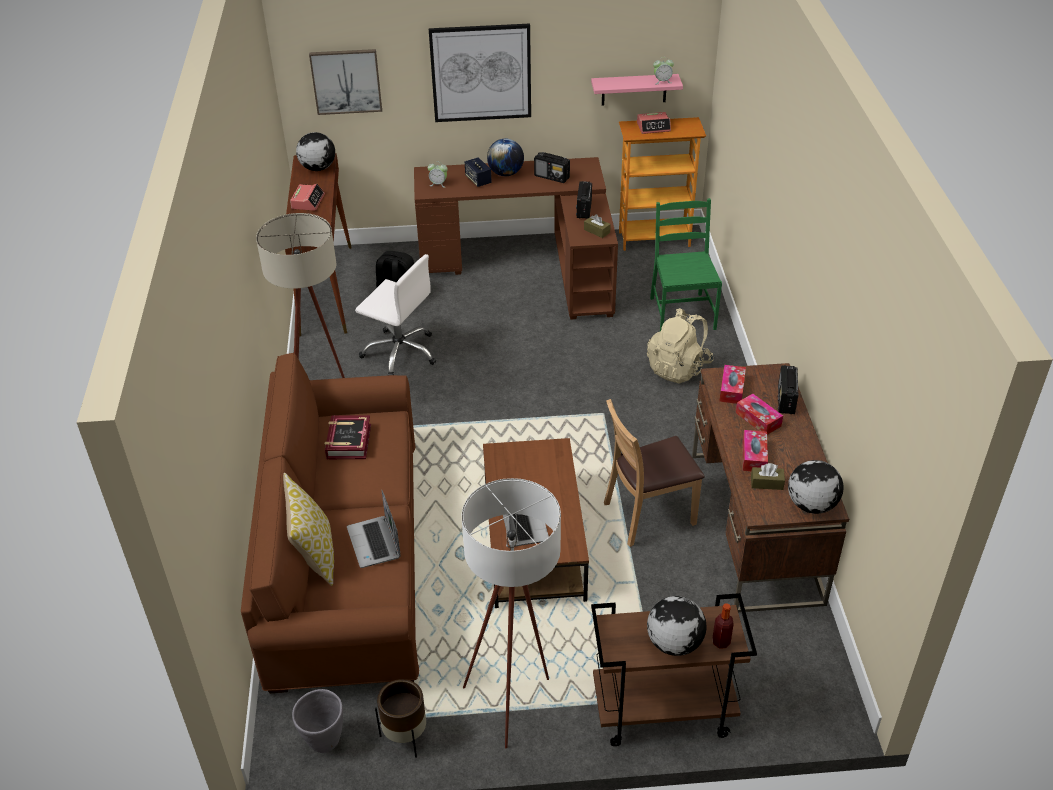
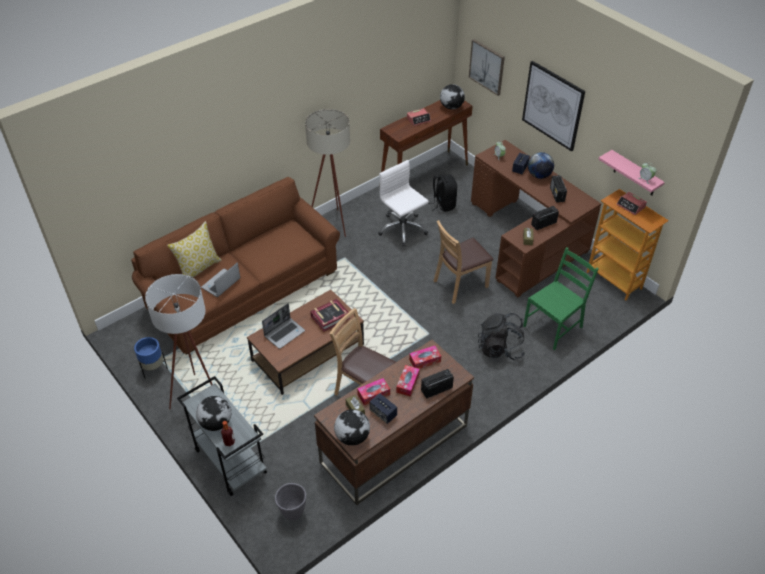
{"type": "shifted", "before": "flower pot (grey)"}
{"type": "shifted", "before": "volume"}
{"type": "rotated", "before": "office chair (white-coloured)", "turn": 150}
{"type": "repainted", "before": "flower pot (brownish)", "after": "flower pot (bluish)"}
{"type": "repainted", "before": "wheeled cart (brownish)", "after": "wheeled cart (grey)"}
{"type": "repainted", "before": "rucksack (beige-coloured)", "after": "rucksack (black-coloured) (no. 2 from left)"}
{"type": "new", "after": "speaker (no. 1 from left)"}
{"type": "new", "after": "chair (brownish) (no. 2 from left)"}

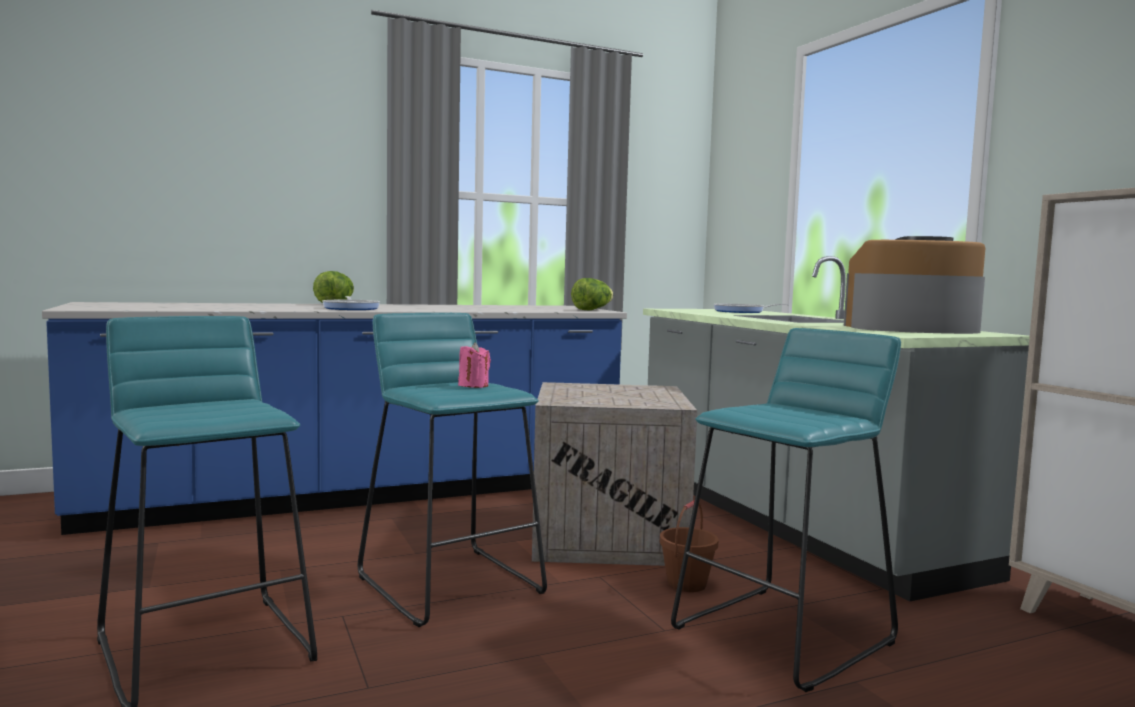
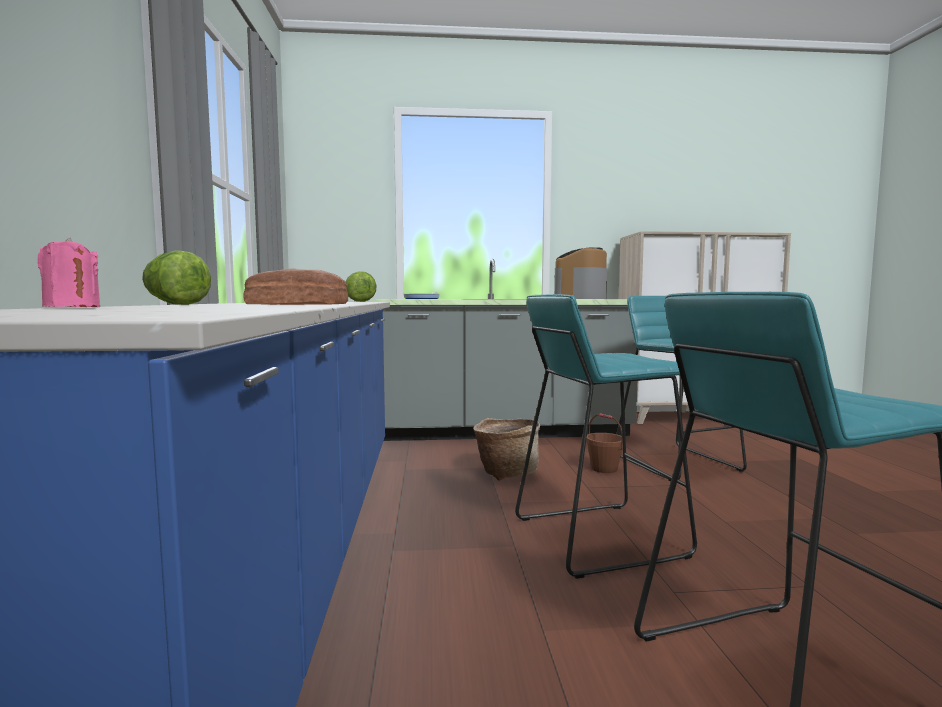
{"type": "swapped", "before": "pan (no. 1 from left)", "after": "bread"}
{"type": "shifted", "before": "wax light (pinkish)"}
{"type": "swapped", "before": "crate", "after": "household basket"}

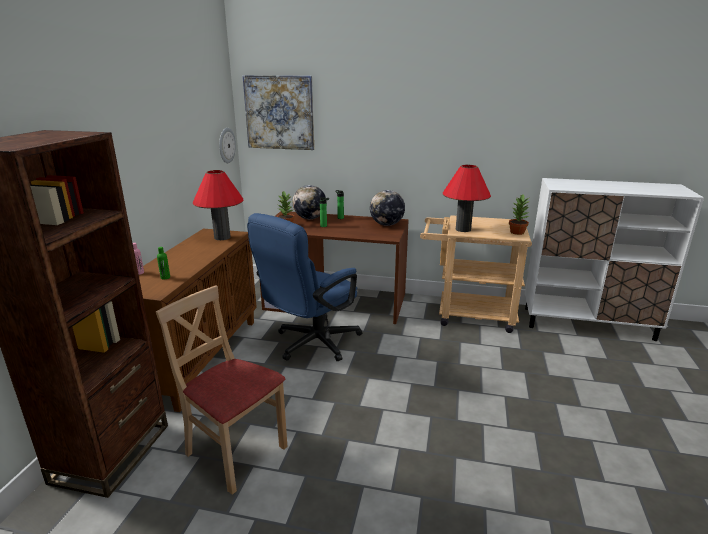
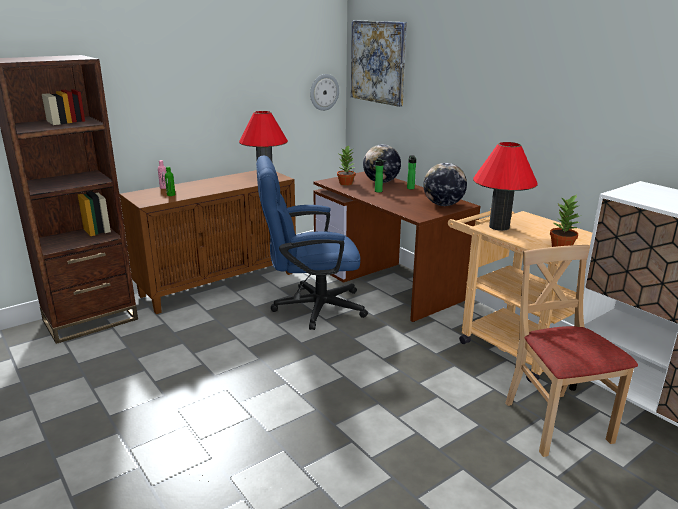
{"type": "shifted", "before": "chair (beige-coloured)"}

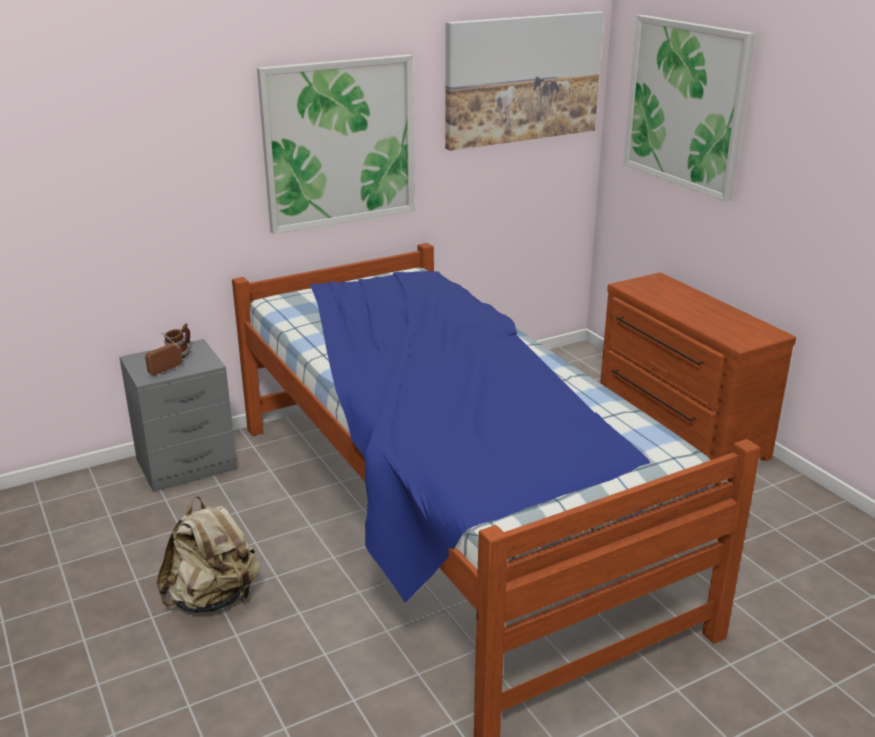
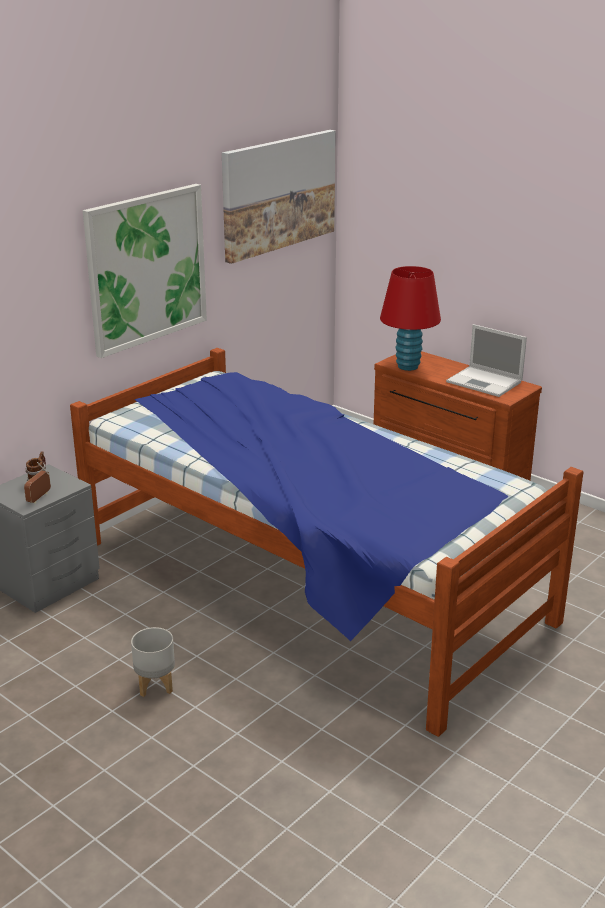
{"type": "swapped", "before": "rucksack (beige-coloured)", "after": "flower pot (grey)"}
{"type": "gone", "before": "wall art (no. 3 from left)"}
{"type": "new", "after": "tabletop lamp (red)"}
{"type": "new", "after": "notebook computer"}

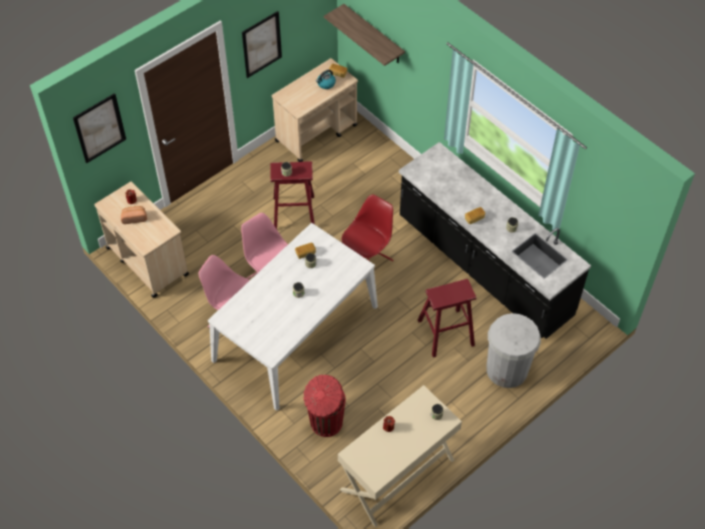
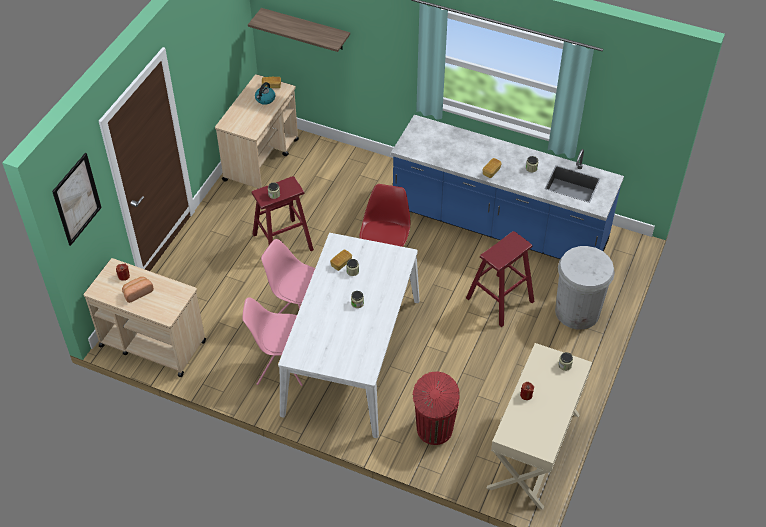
{"type": "gone", "before": "wall art (no. 2 from left)"}
{"type": "repainted", "before": "counter (black-coloured)", "after": "counter (bluish)"}

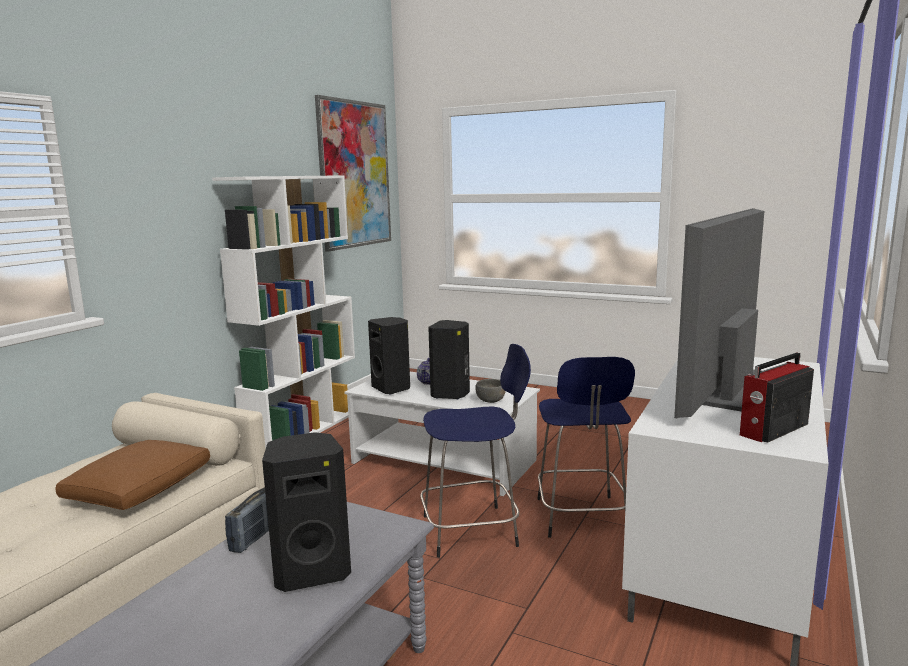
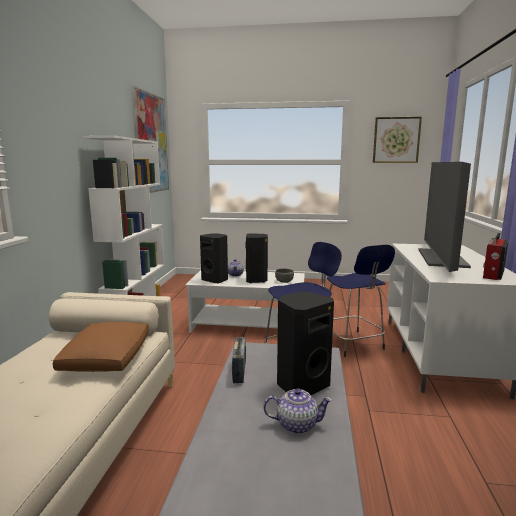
{"type": "new", "after": "tea pot (no. 2 from left)"}
{"type": "new", "after": "wall art (no. 2 from left)"}

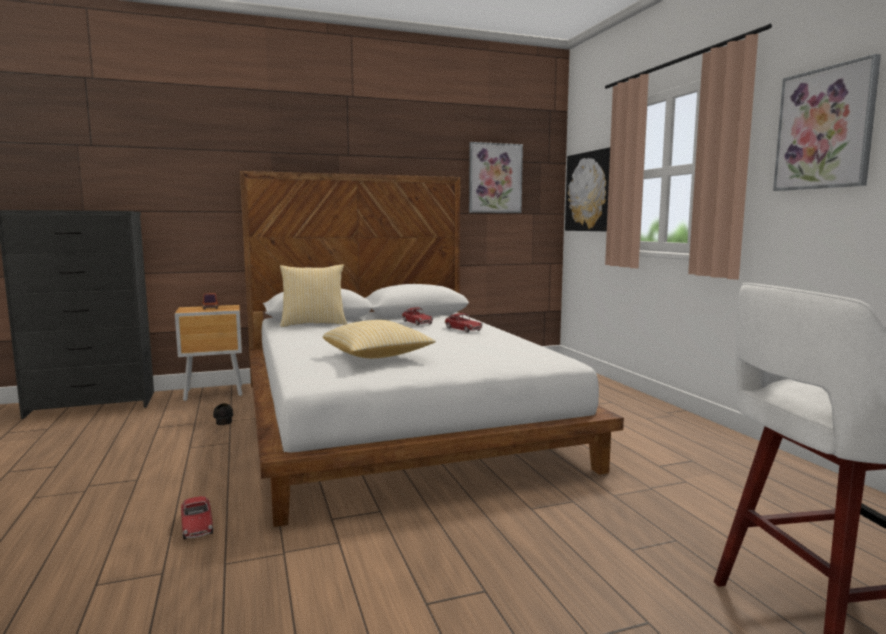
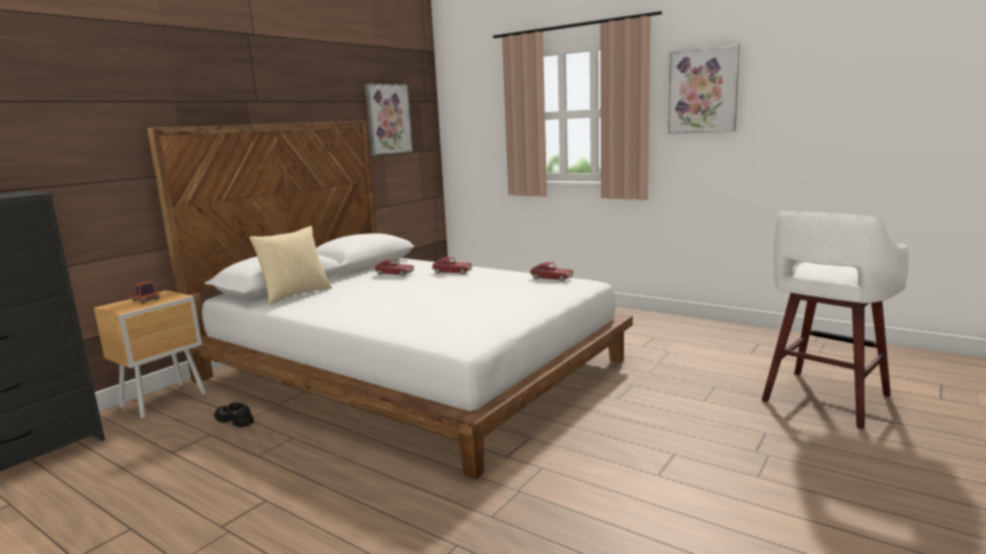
{"type": "shifted", "before": "miniature car (no. 1 from left in the first image)", "after": "miniature car (no. 3 from left)"}
{"type": "gone", "before": "pillow (no. 2 from left)"}
{"type": "gone", "before": "wall art (no. 2 from left)"}

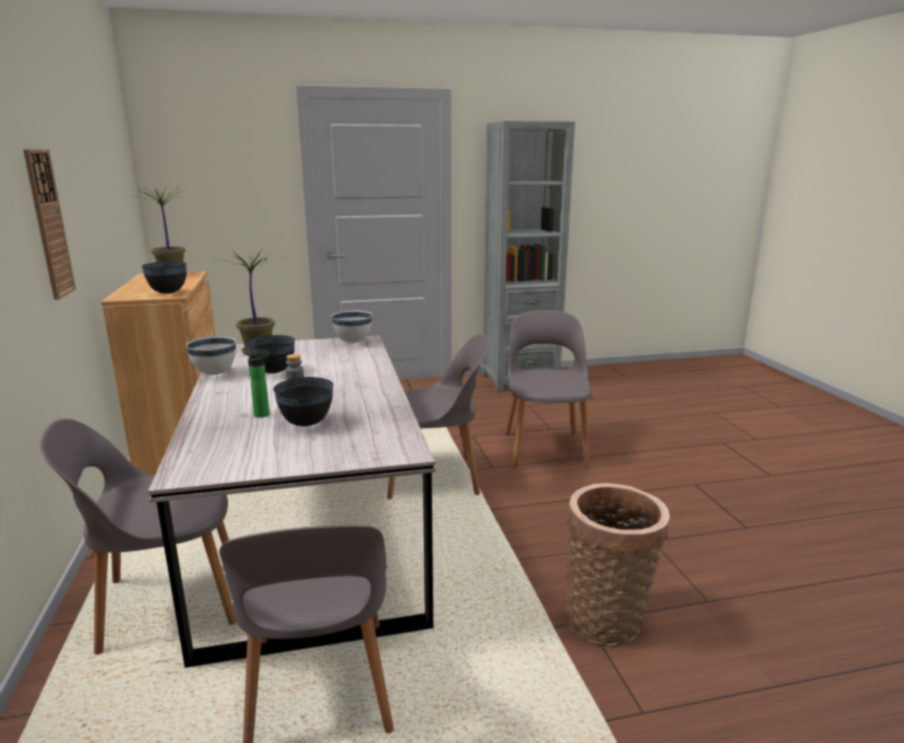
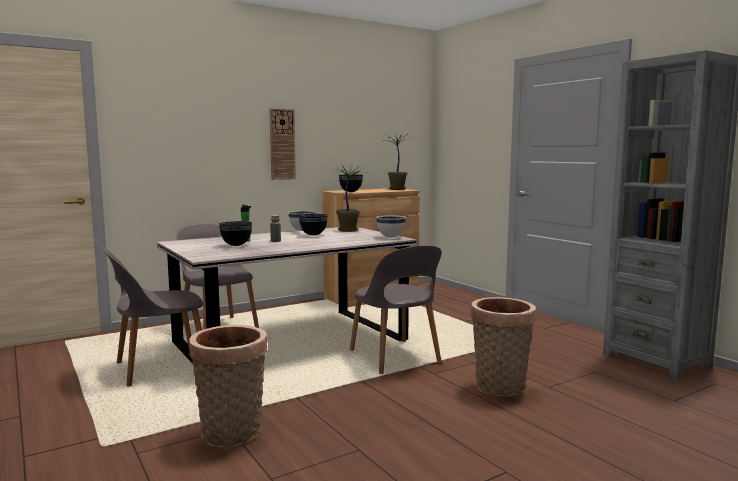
{"type": "swapped", "before": "chair (grey) (no. 4 from left)", "after": "household basket (no. 2 from left)"}

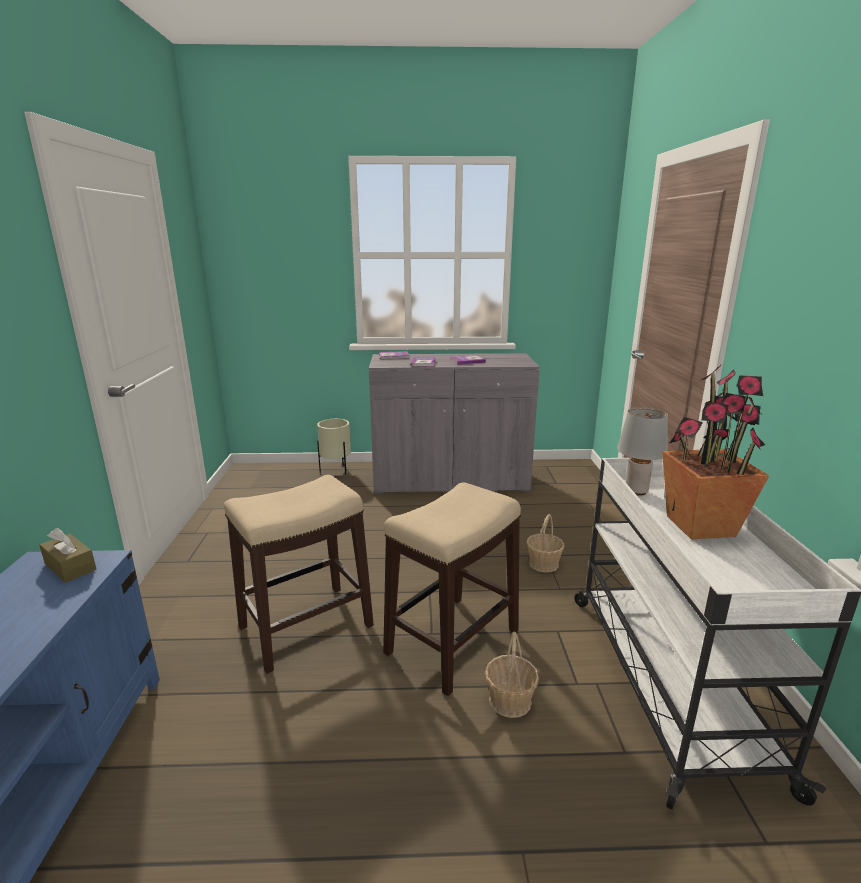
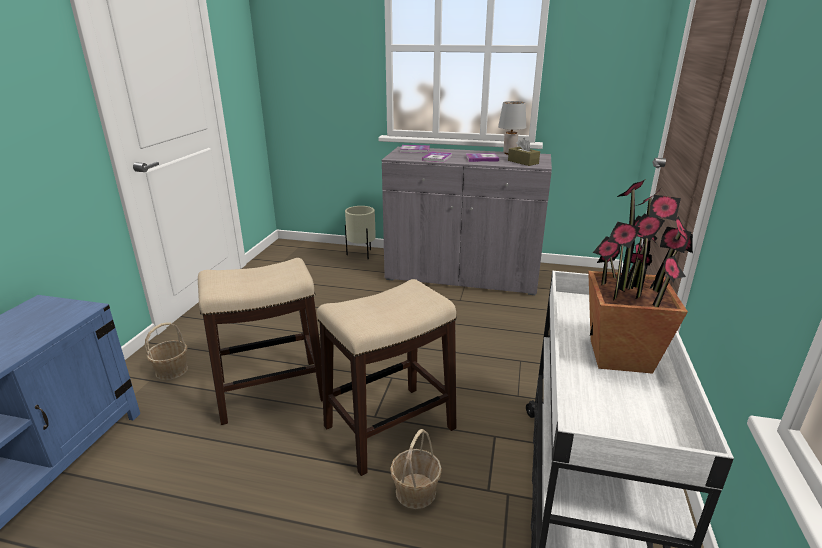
{"type": "shifted", "before": "box of tissues (brownish)"}
{"type": "shifted", "before": "household basket (no. 2 from left in the first image)", "after": "household basket (no. 1 from left)"}
{"type": "shifted", "before": "tabletop lamp (grey)"}

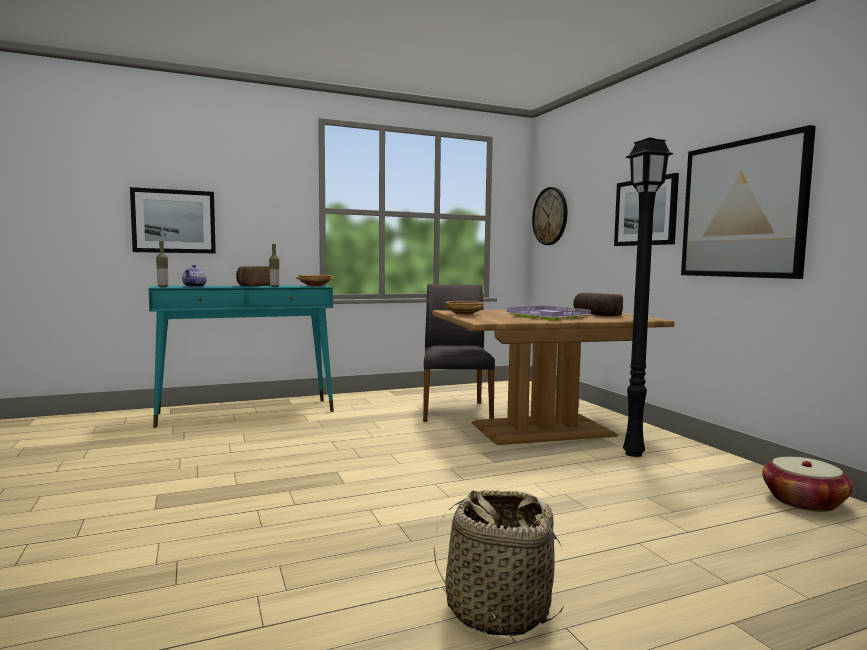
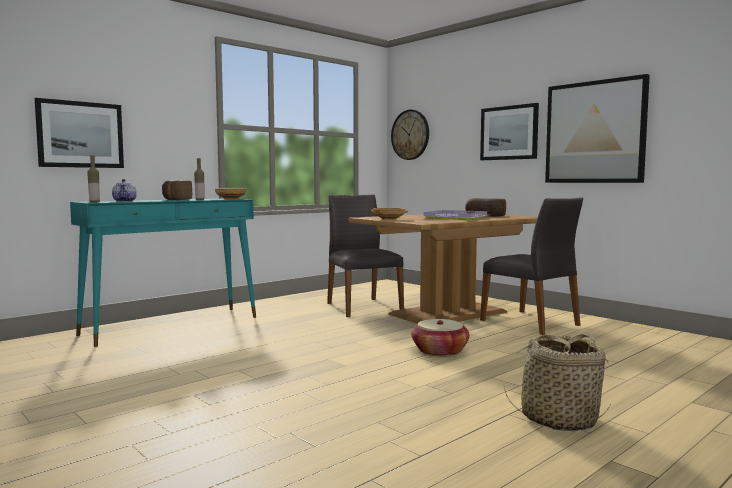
{"type": "swapped", "before": "floor lamp (black-coloured)", "after": "chair (grey) (no. 2 from left)"}
{"type": "shifted", "before": "household basket (no. 2 from left in the first image)", "after": "household basket (no. 1 from left)"}

